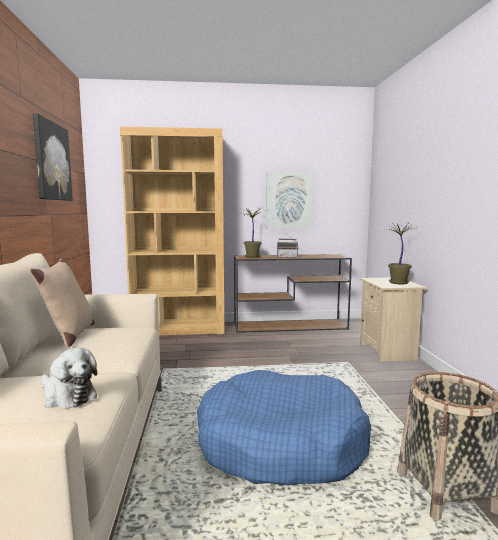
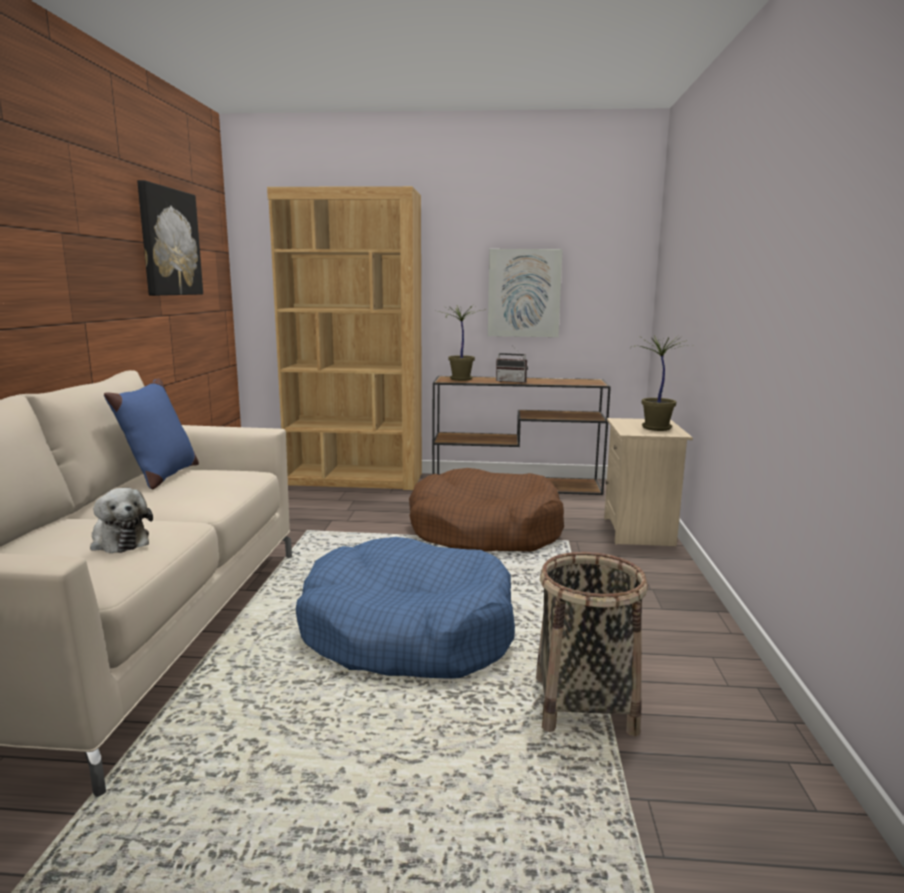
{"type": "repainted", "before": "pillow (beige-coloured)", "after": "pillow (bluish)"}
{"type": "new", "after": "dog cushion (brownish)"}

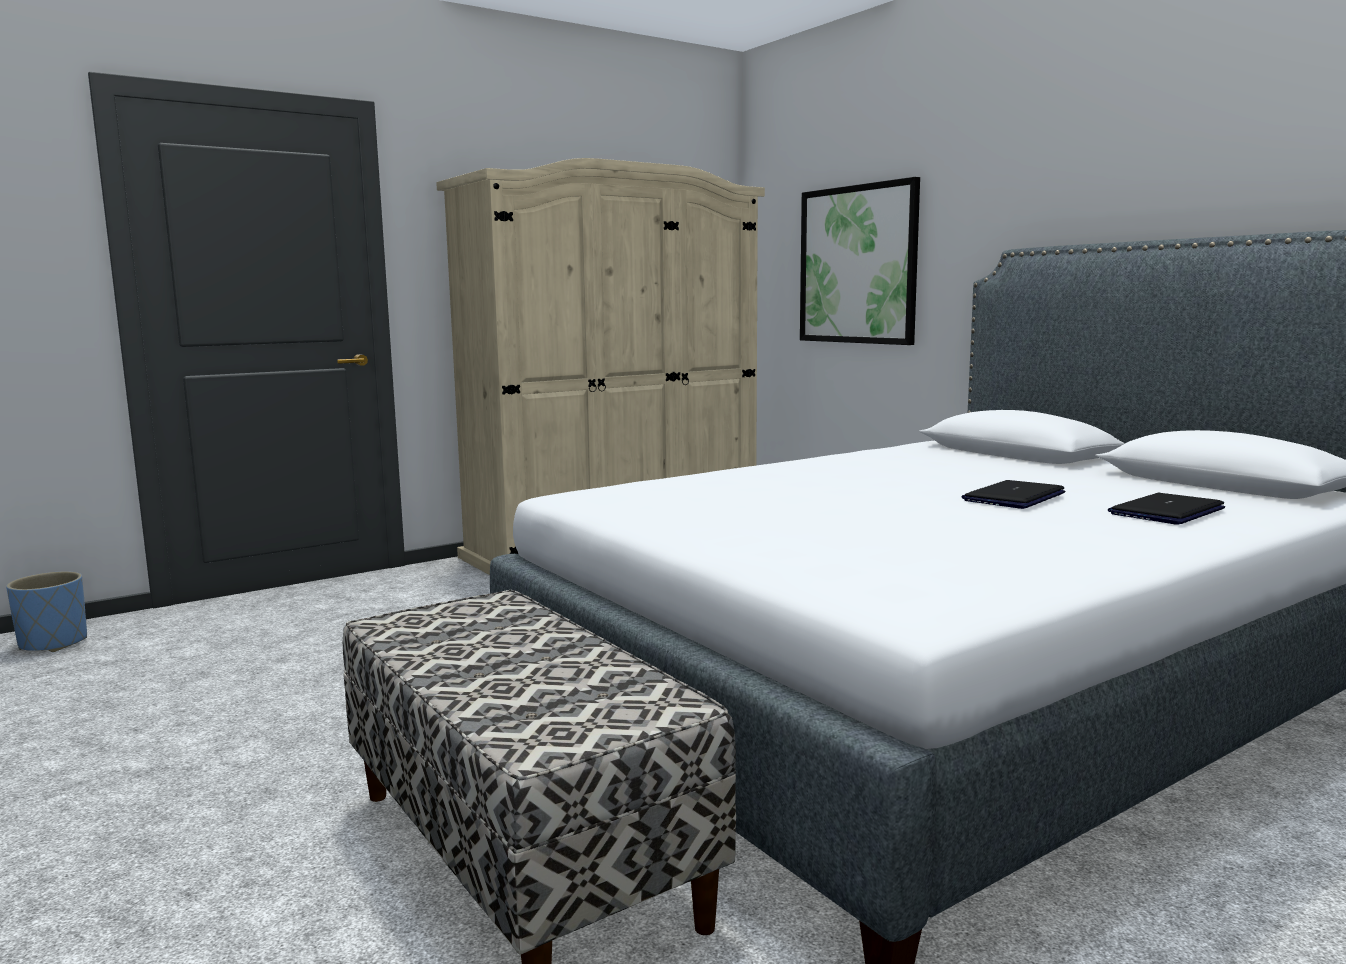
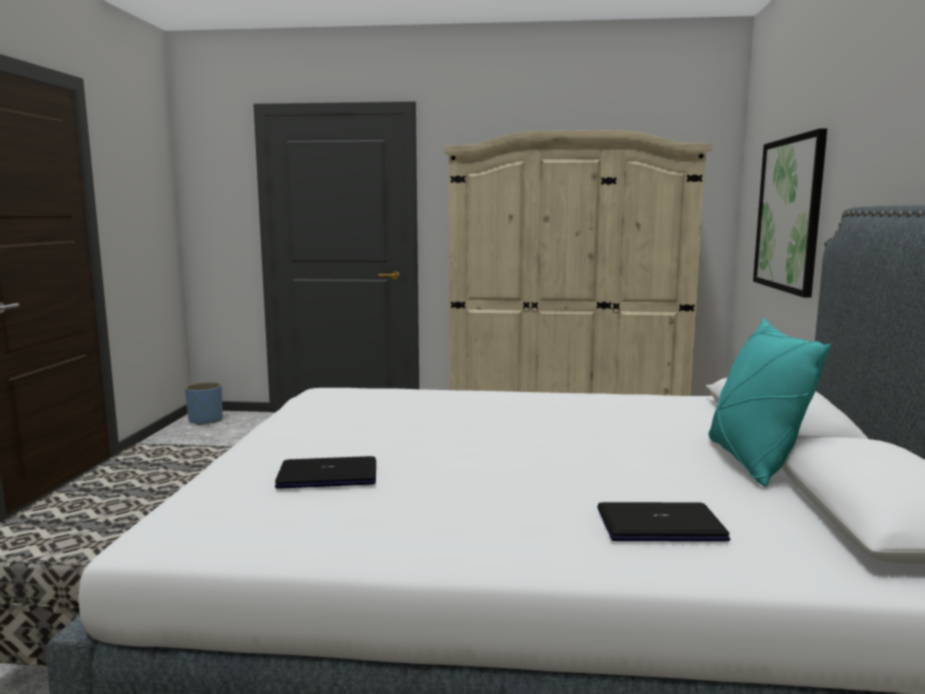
{"type": "shifted", "before": "notebook computer (no. 1 from left)"}
{"type": "new", "after": "pillow (blue-green)"}

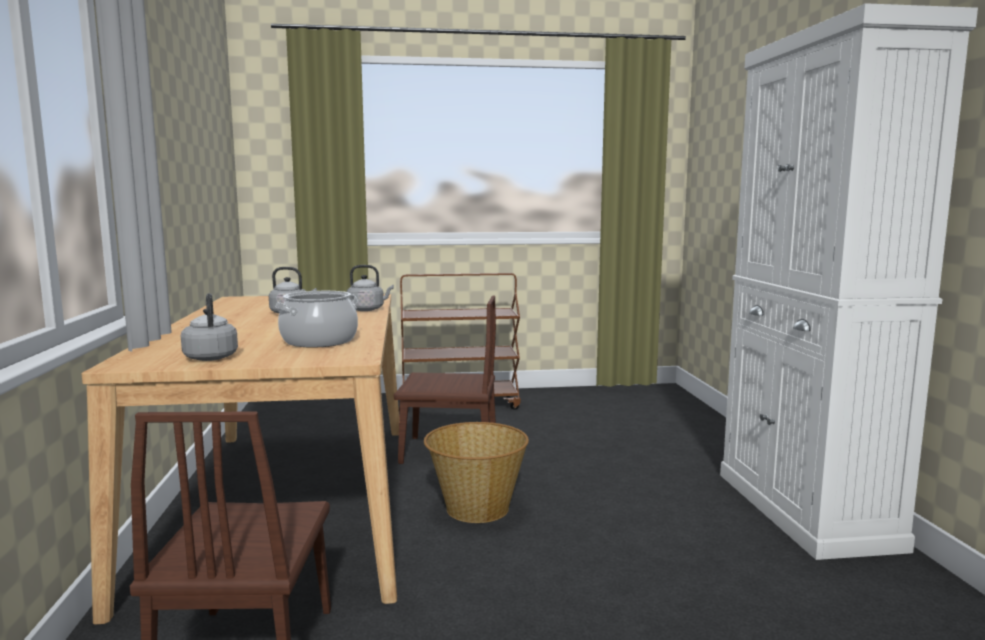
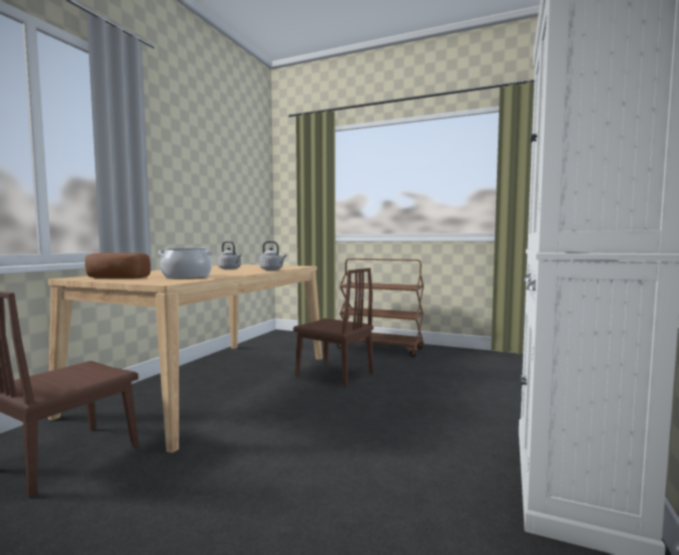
{"type": "swapped", "before": "kettle (grey) (no. 1 from left)", "after": "bread"}
{"type": "gone", "before": "household basket"}

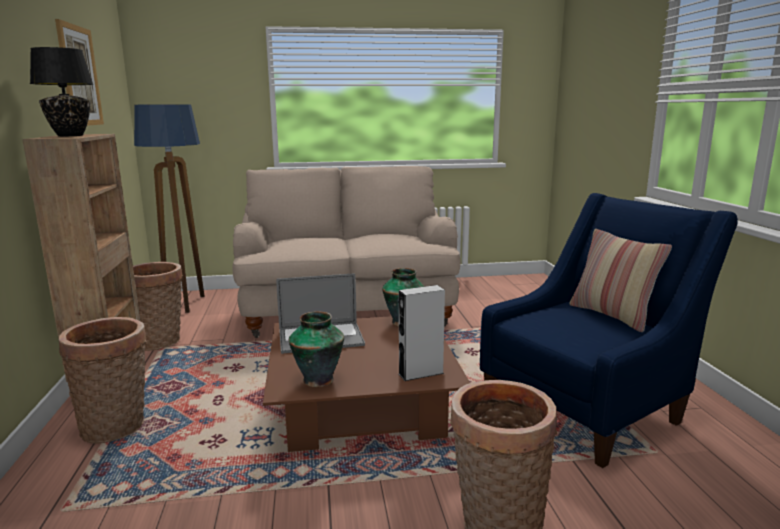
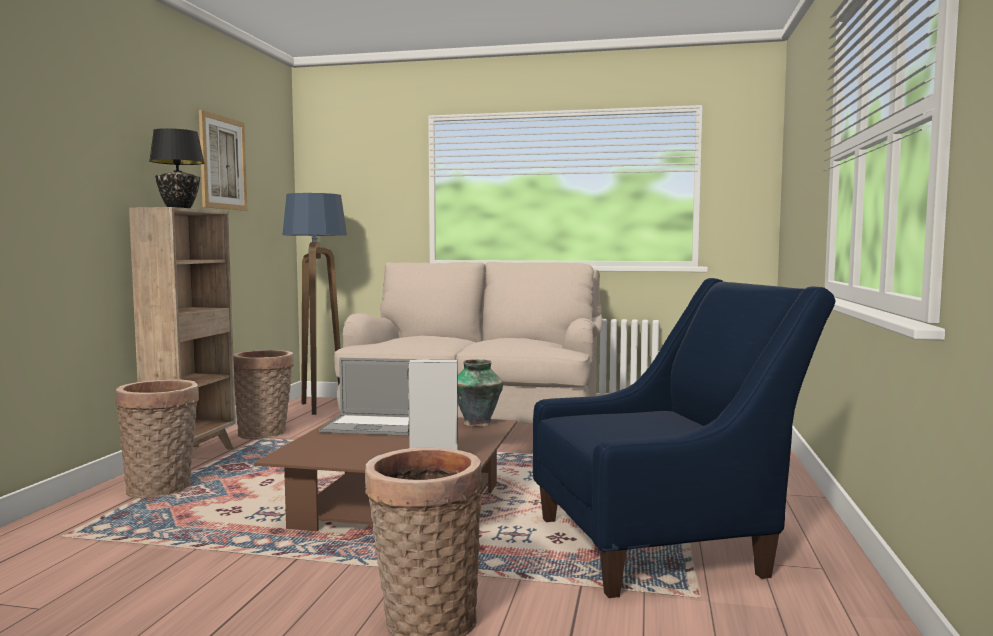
{"type": "gone", "before": "vase (no. 1 from left)"}
{"type": "gone", "before": "pillow"}

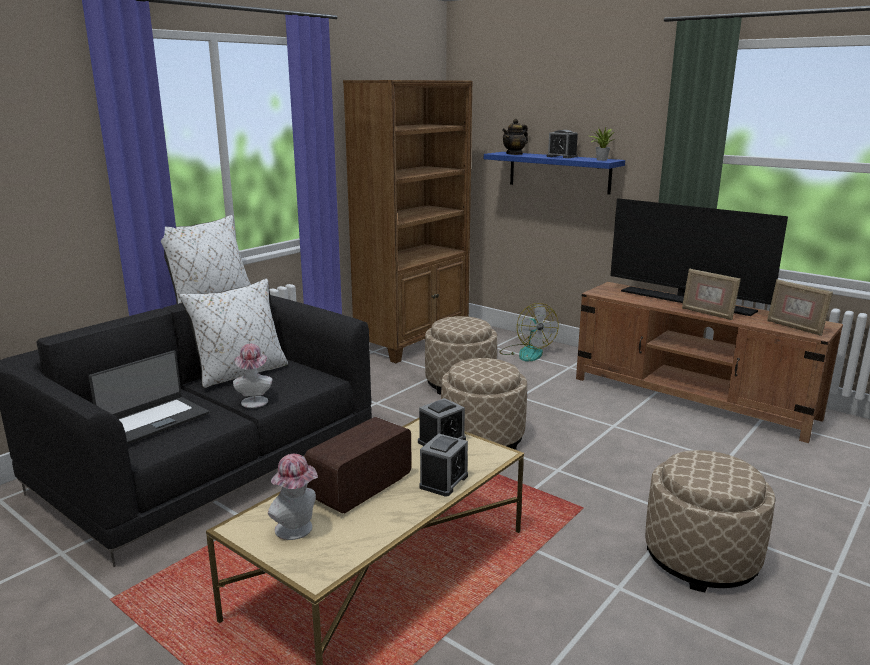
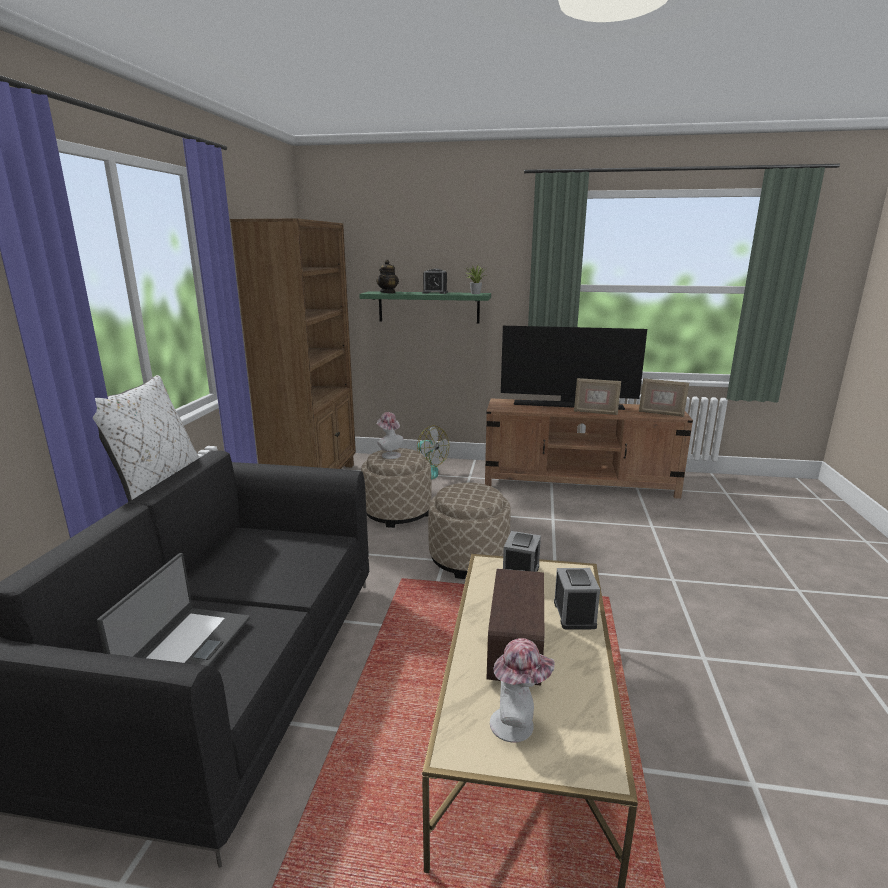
{"type": "gone", "before": "pillow (white-coloured) (no. 2 from left)"}
{"type": "shifted", "before": "wearable hat (no. 1 from left)"}
{"type": "repainted", "before": "bracket shelf (bluish)", "after": "bracket shelf (green)"}
{"type": "gone", "before": "ottoman (beige-coloured) (no. 3 from left)"}

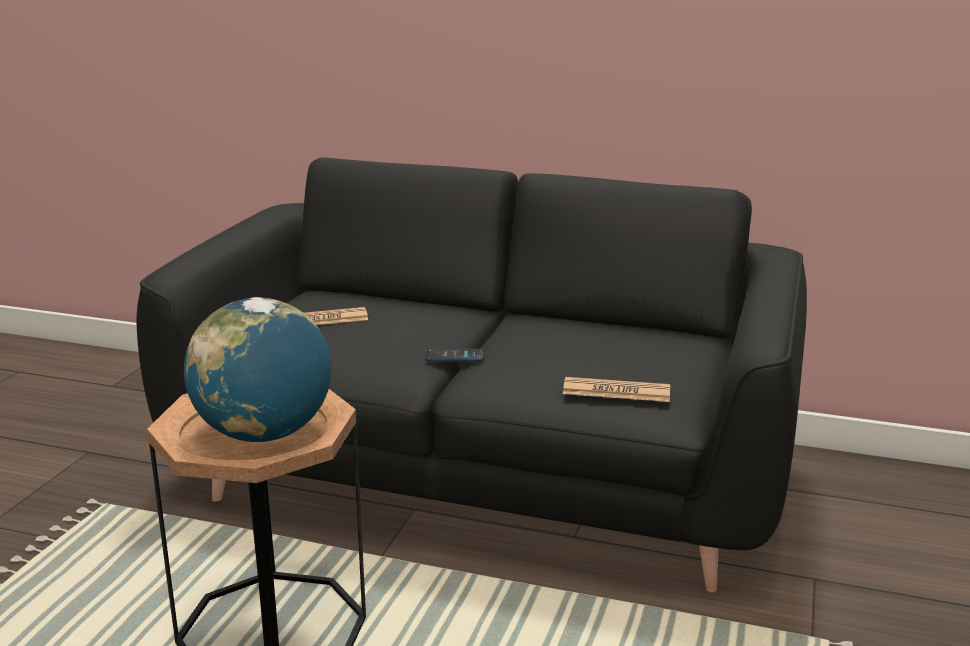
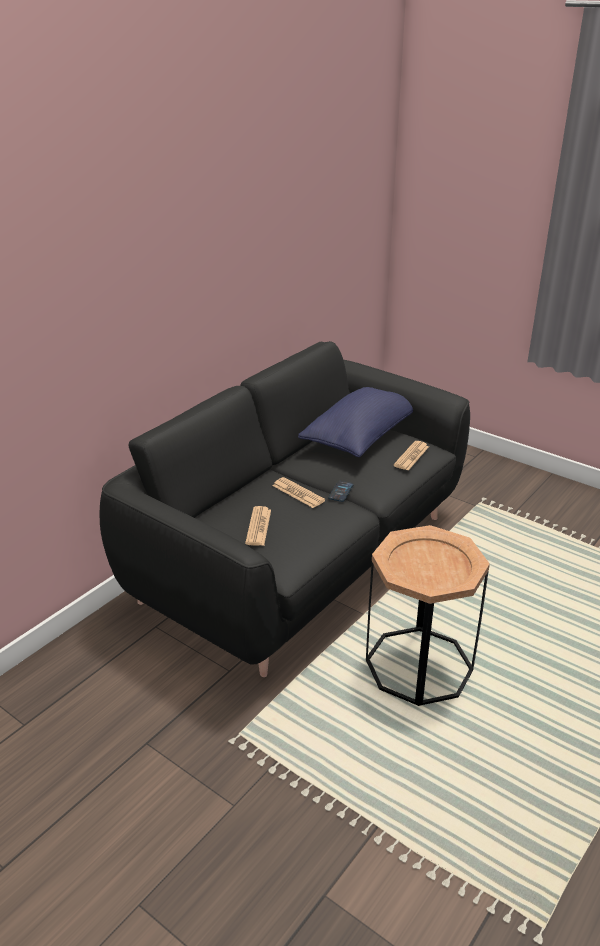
{"type": "gone", "before": "globe"}
{"type": "new", "after": "newspaper (no. 2 from left)"}
{"type": "new", "after": "pillow (bluish)"}

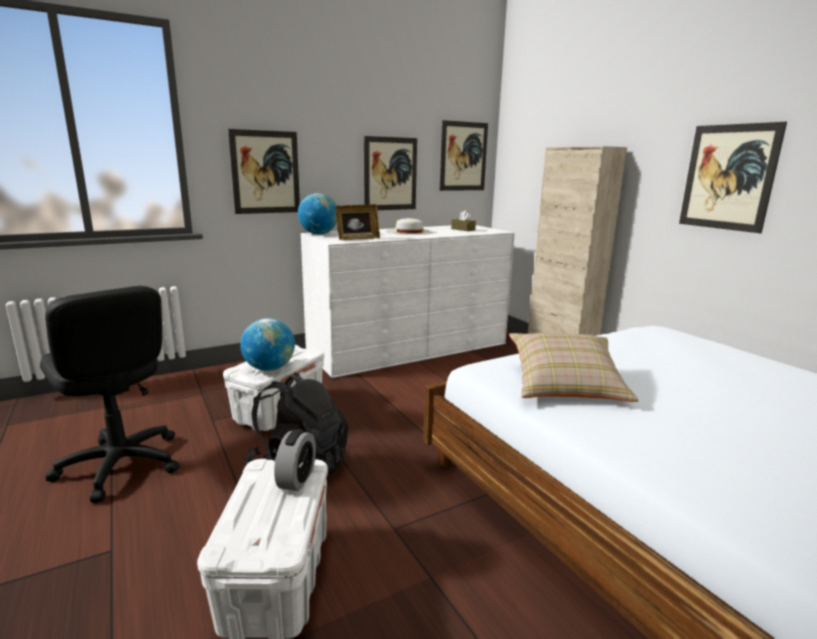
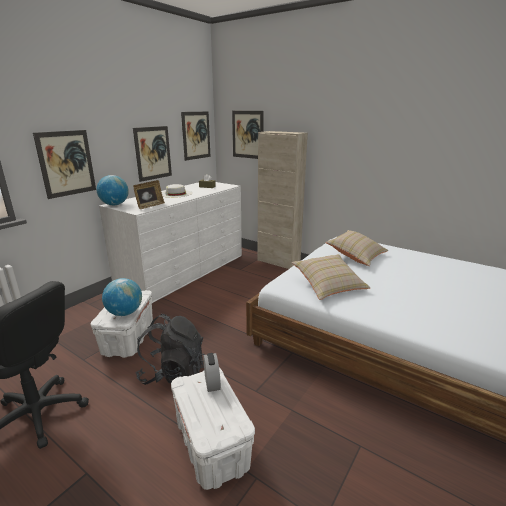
{"type": "shifted", "before": "wall art (no. 4 from left)"}
{"type": "new", "after": "pillow (beige-coloured) (no. 2 from left)"}

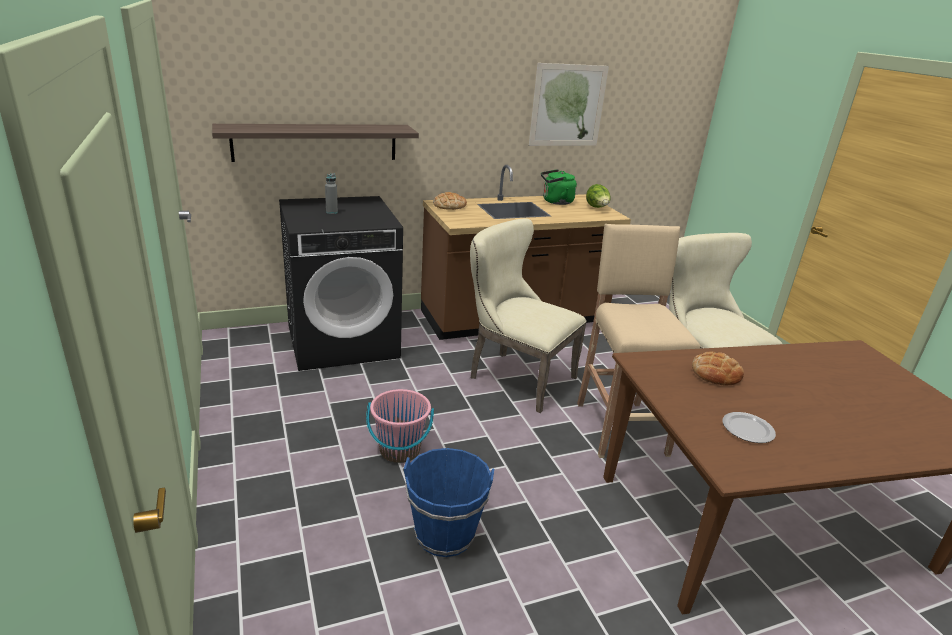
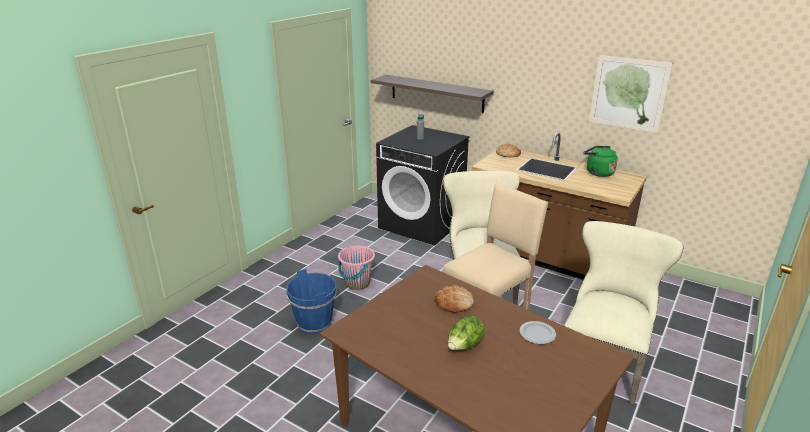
{"type": "shifted", "before": "lettuce"}
{"type": "shifted", "before": "dinner plate"}

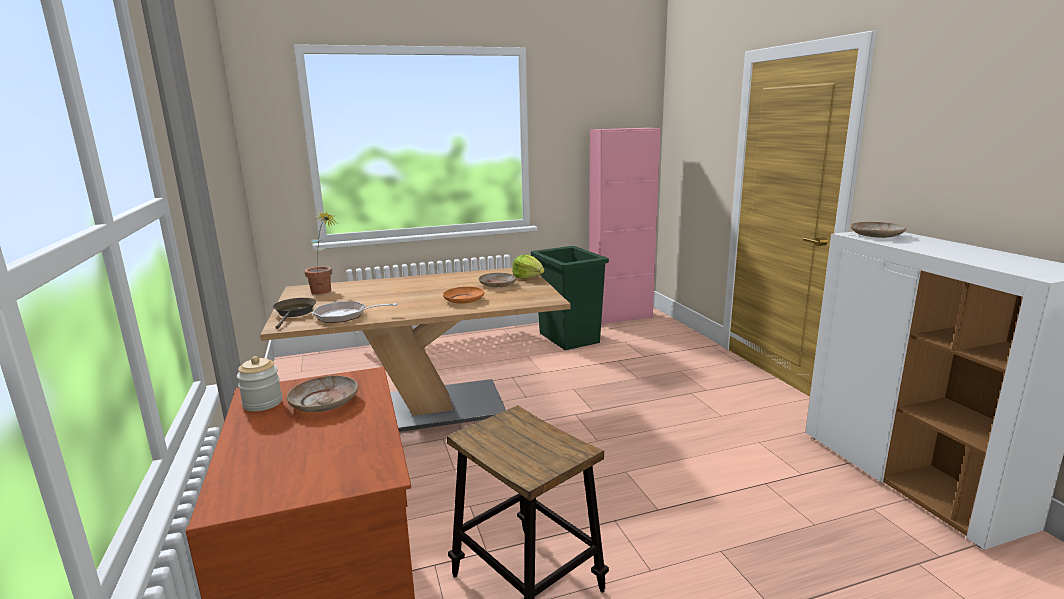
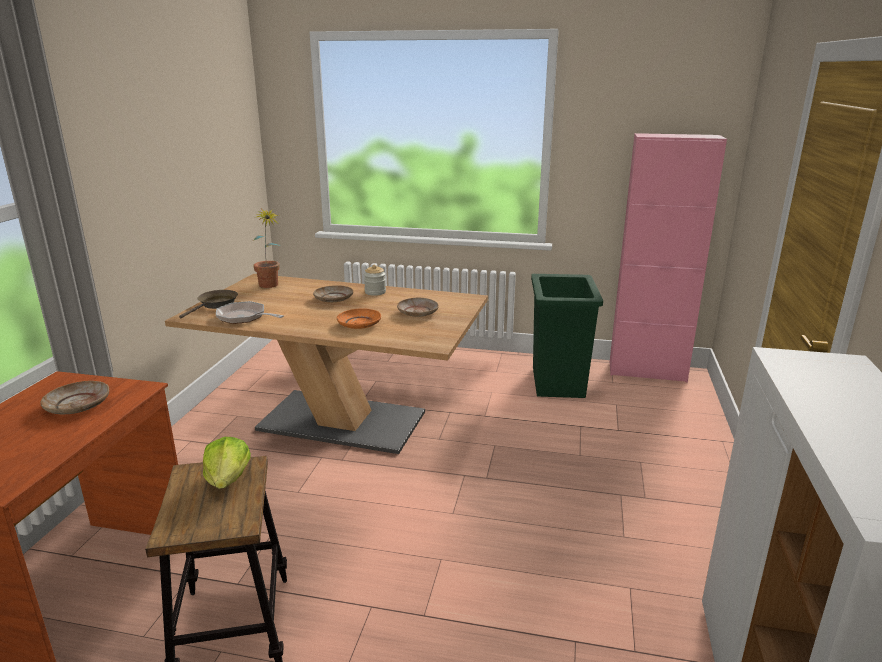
{"type": "shifted", "before": "preserve jar"}
{"type": "shifted", "before": "lettuce"}
{"type": "shifted", "before": "dinner plate (beige-coloured) (no. 3 from left in the first image)", "after": "dinner plate (beige-coloured) (no. 2 from left)"}

